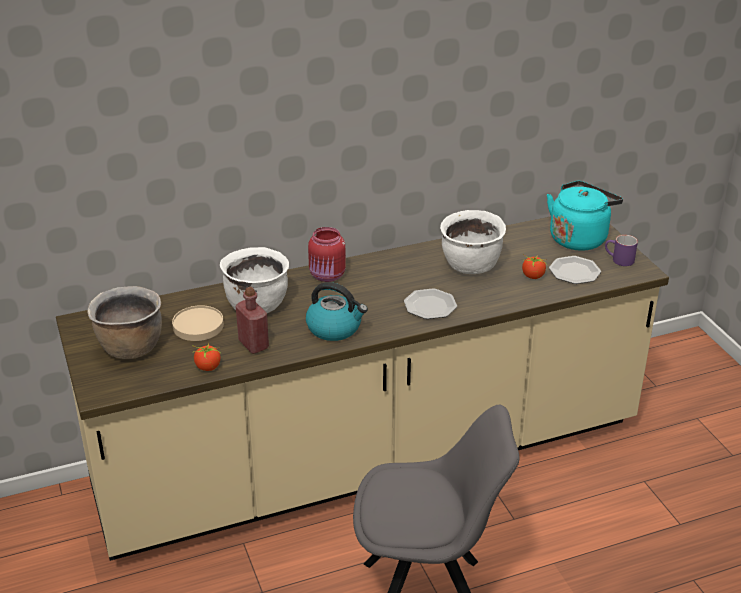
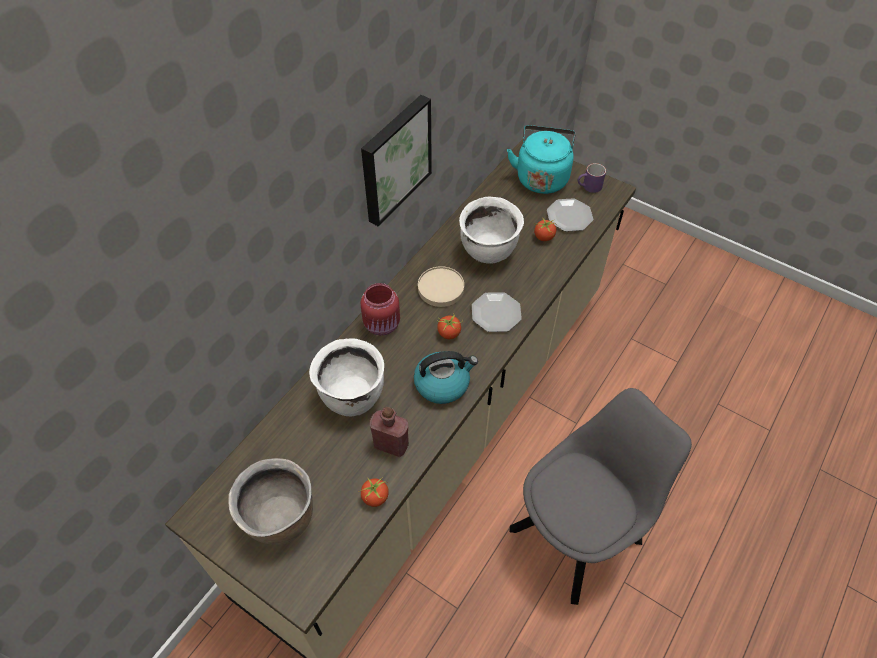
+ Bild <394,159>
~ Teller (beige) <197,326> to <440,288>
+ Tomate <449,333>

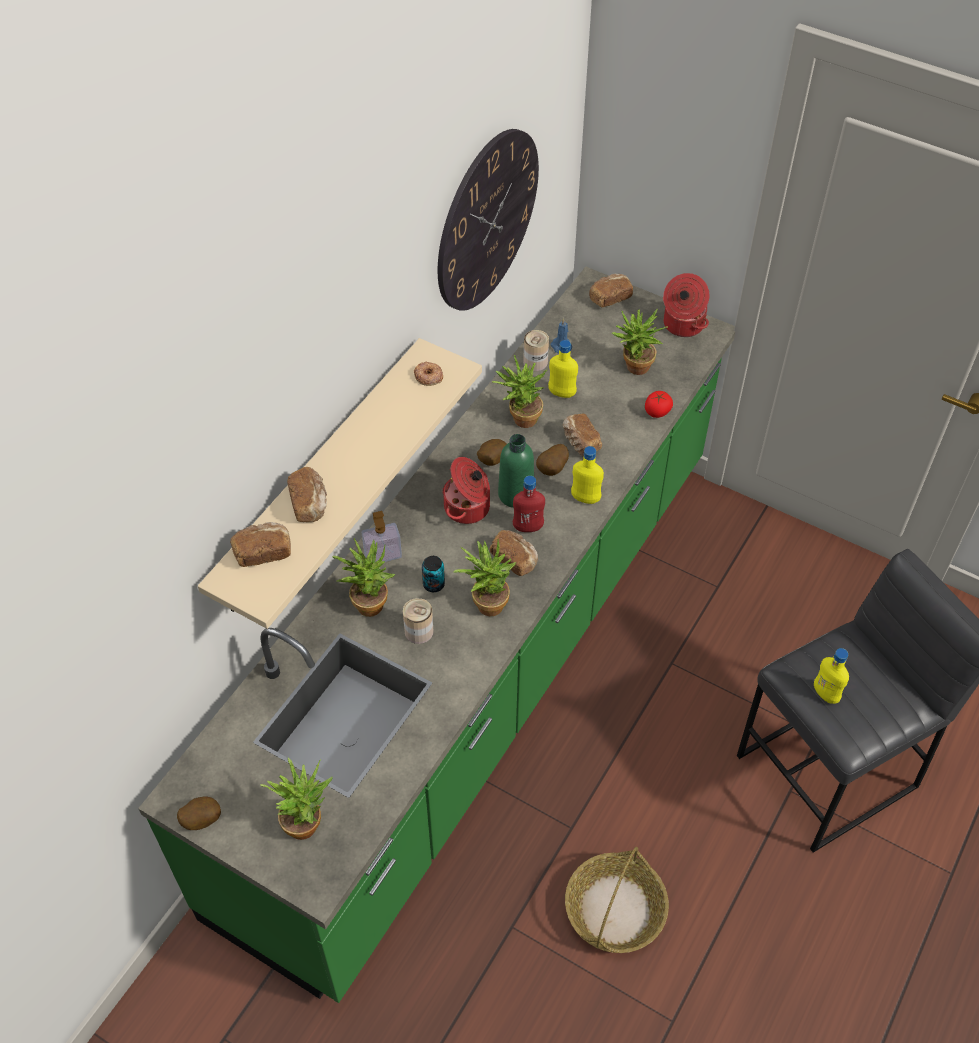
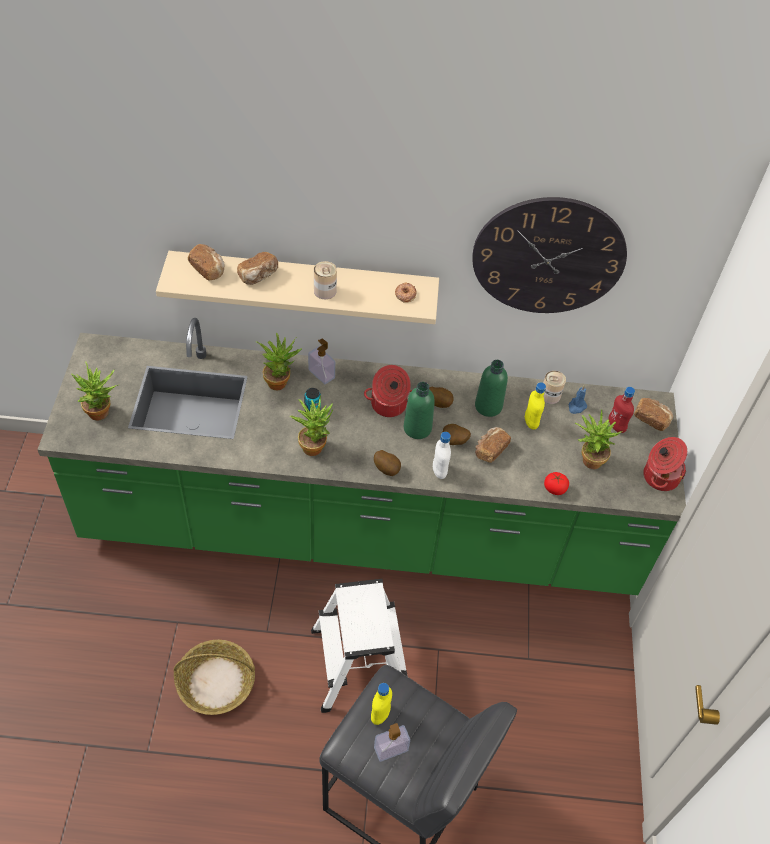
+ Trittleiter (weiß) <360,665>
~ Dose <419,631> to <325,291>
~ Kartoffel <201,819> to <387,469>
+ Seifenspender <391,749>
~ Flasche (gelb) <585,498> to Flasche (weiß) <439,471>
~ Topfpflanze <520,419> to Flasche (grün) <488,406>
~ Flasche (rot) <528,527> to <616,426>
- Brot <514,559>

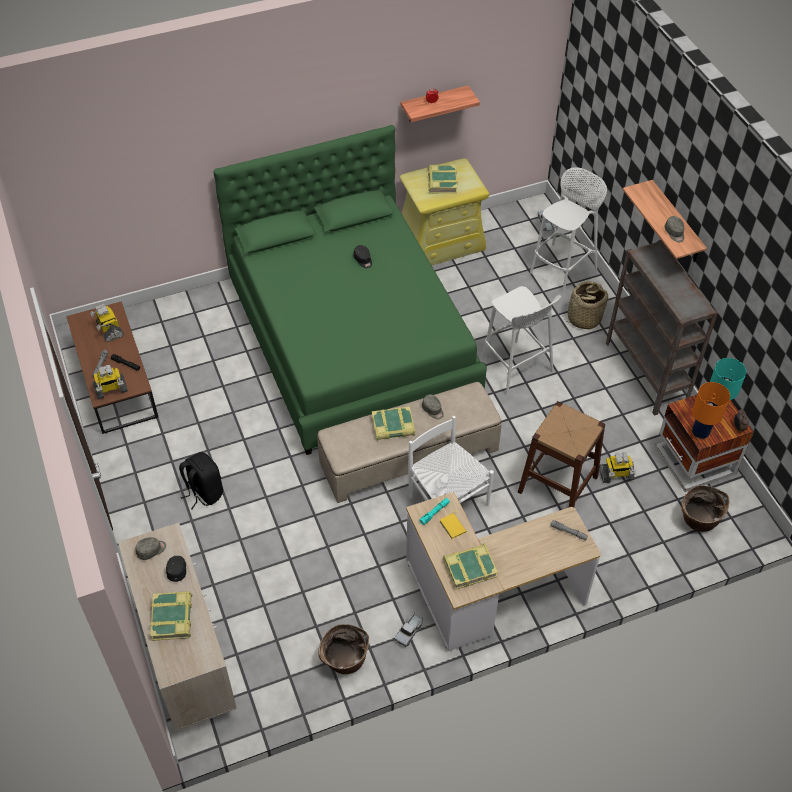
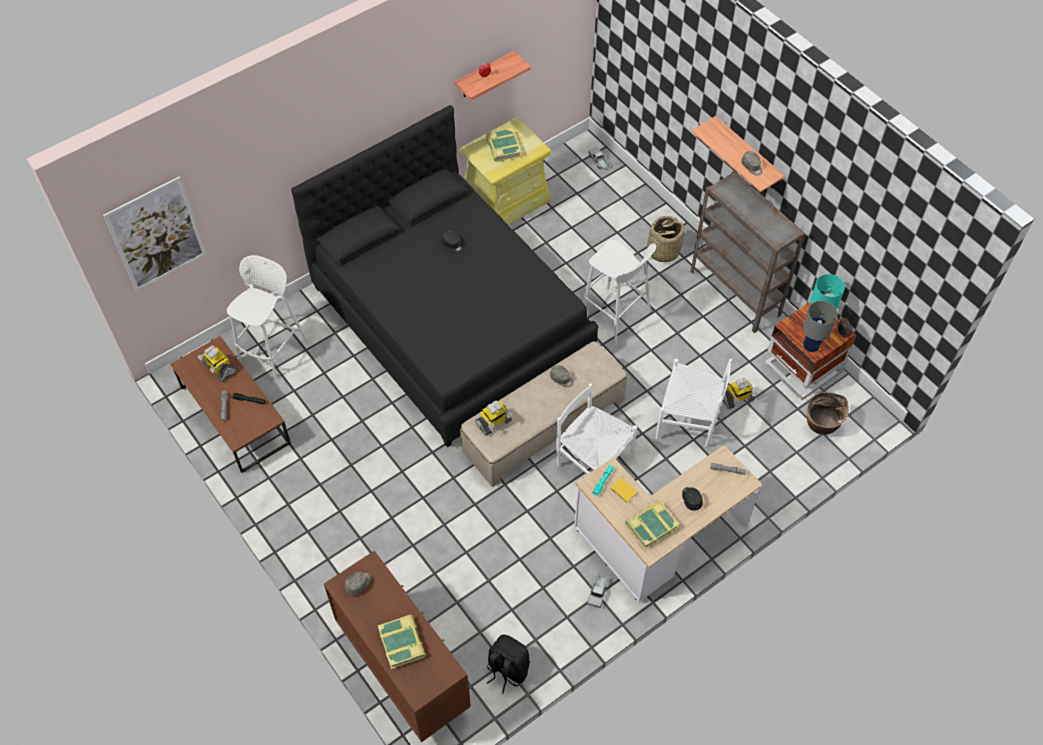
+ Bild <156,235>
~ Hocker (weiß) <562,268> to <272,349>
~ Bett (grün) <352,339> to Bett (schwarz) <451,320>
~ Kommode (weiß) <188,659> to Kommode (braun) <403,671>
~ Spielzeugroboter <111,390> to <493,423>
~ Rucksack (schwarz) <203,492> to <507,670>
~ Hocker (braun) <558,484> to Stuhl (weiß) <688,420>
~ Kappe (schwarz) <177,569> to <691,499>
~ Tischlampe (orange) <700,433> to Tischlampe (grau) <810,347>
- Korb <344,661>
- Buch <393,427>

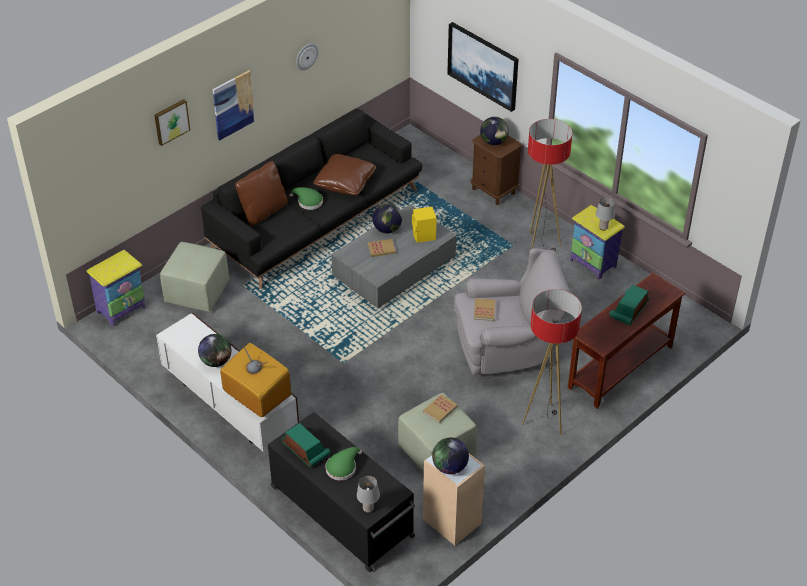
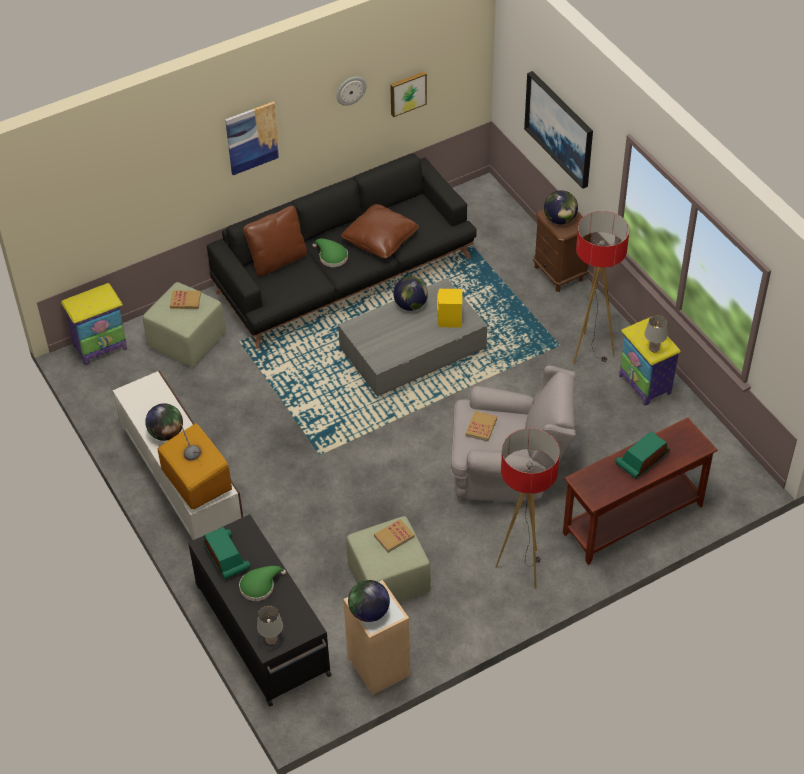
~ Buch <381,249> to <185,301>
~ Bild <171,121> to <407,93>

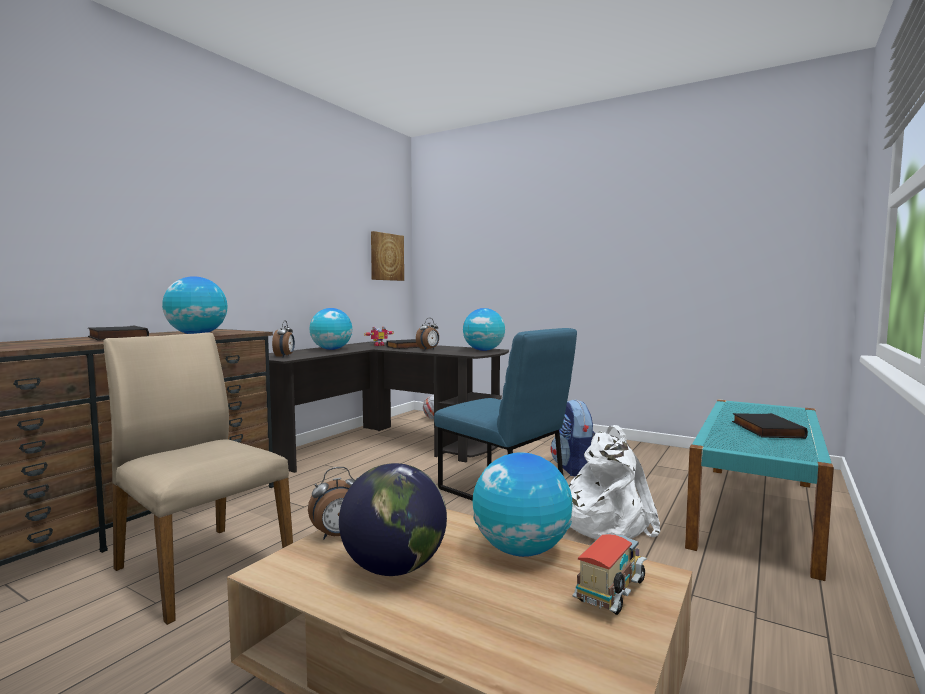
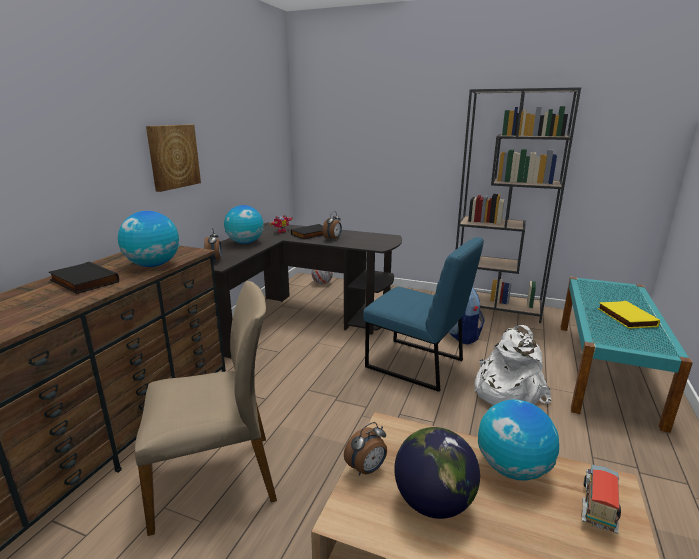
~ Stuhl (beige) <200,567> = <216,478> 135 degrees clockwise
~ Bild <386,257> to <173,156>
+ Bücherregal <496,308>
~ Buch (schwarz) <765,429> to Buch (gelb) <625,317>
- Globus <483,350>

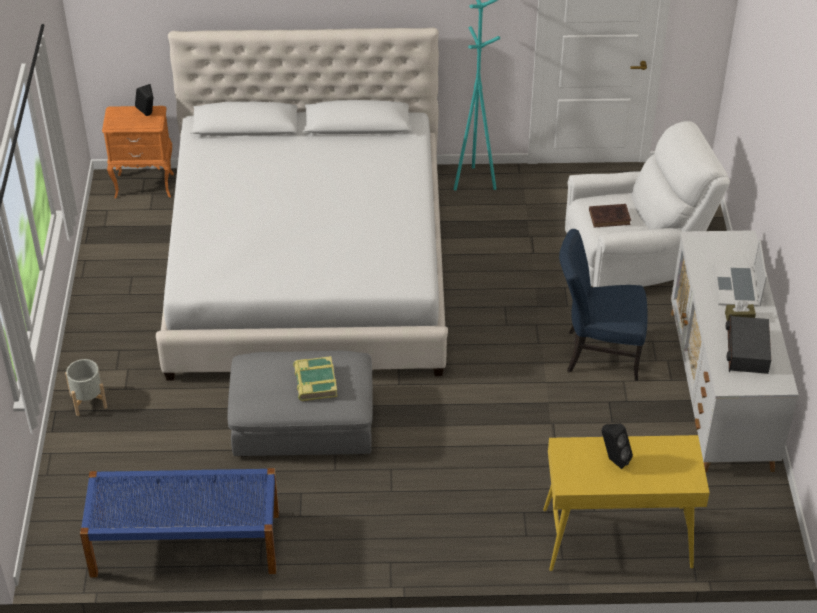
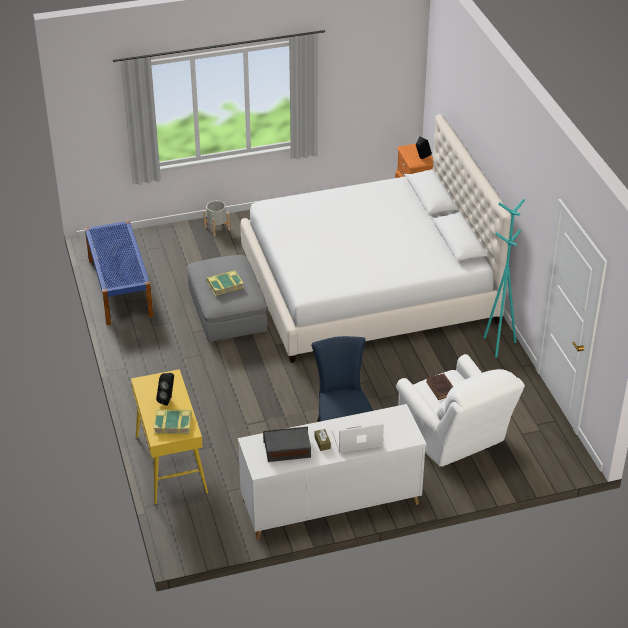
+ Buch <173,423>

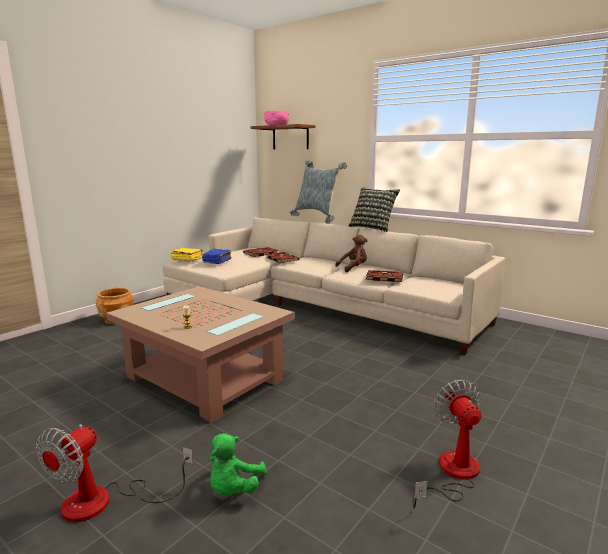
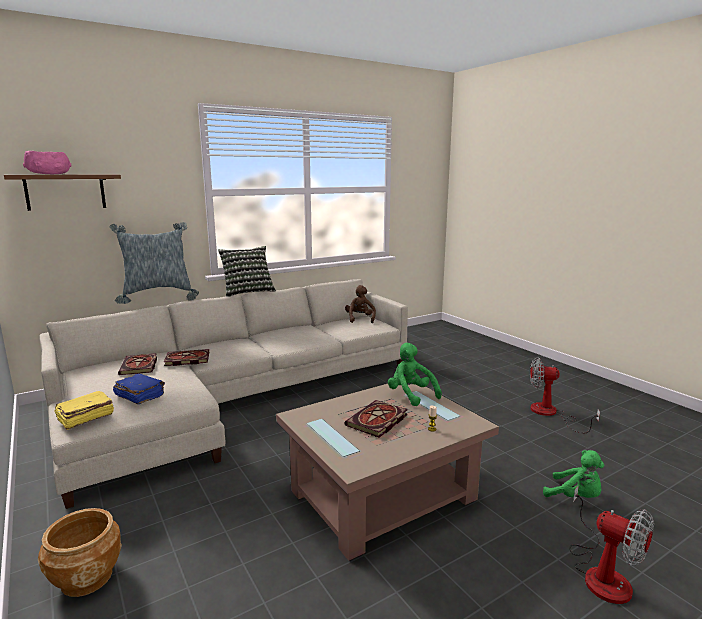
~ Plüschtier (braun) <353,268> to <360,319>
~ Buch <383,278> to <377,421>
+ Plüschtier (grün) <411,395>

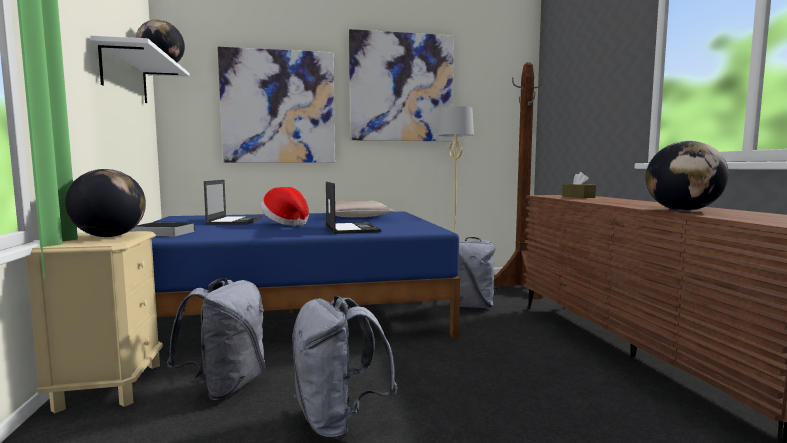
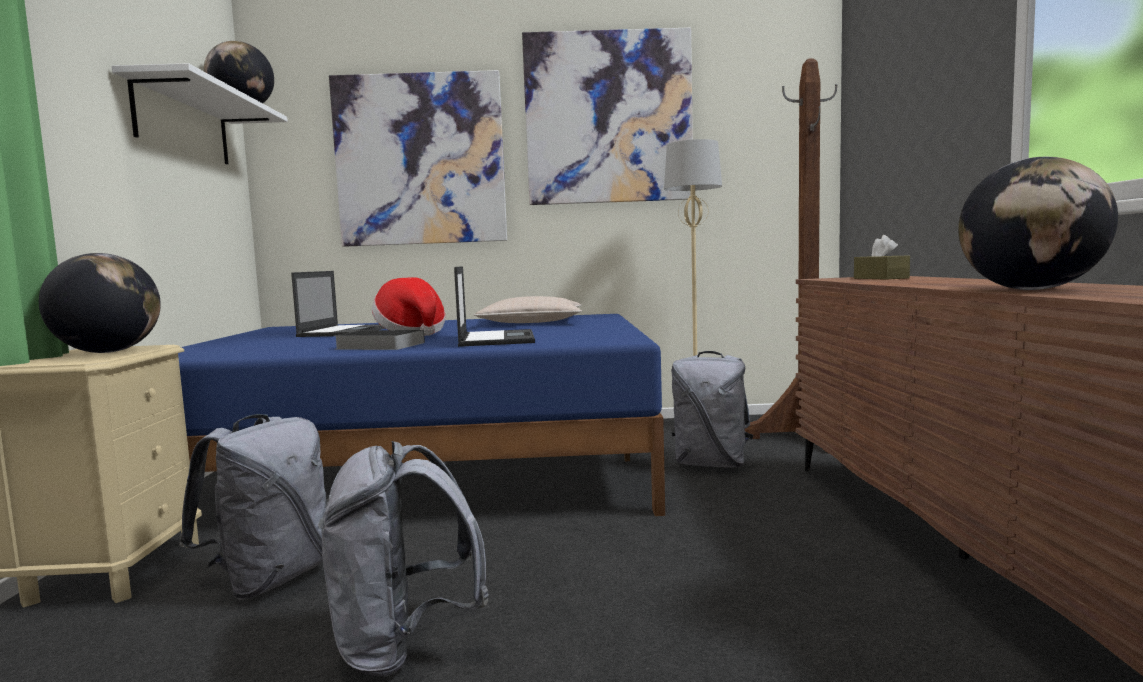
~ Buch <161,233> to <377,346>

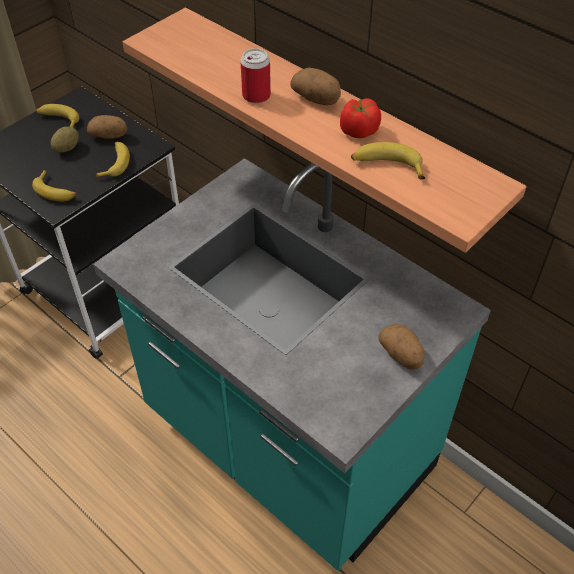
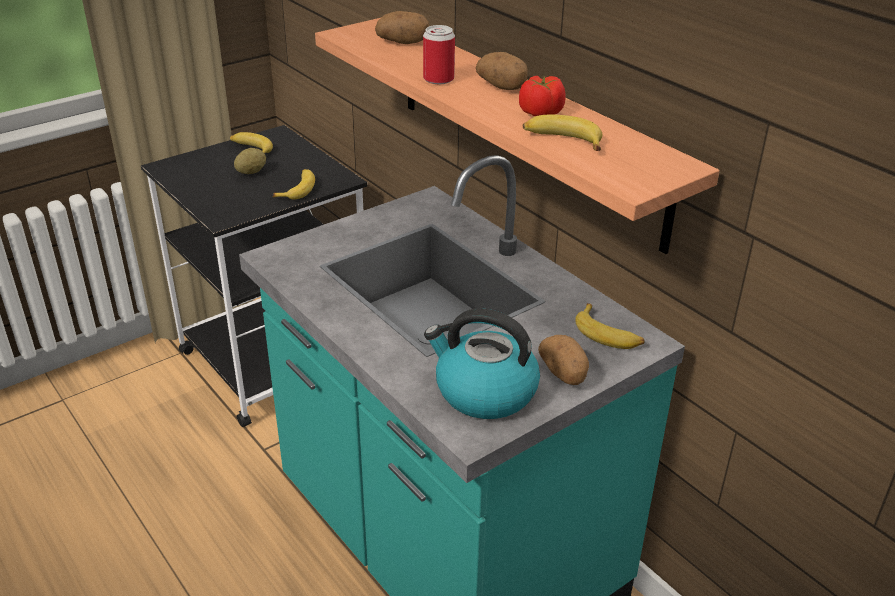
~ Kartoffel <109,136> to <403,42>
+ Wasserkessel <484,392>
~ Banane <56,191> to <608,334>

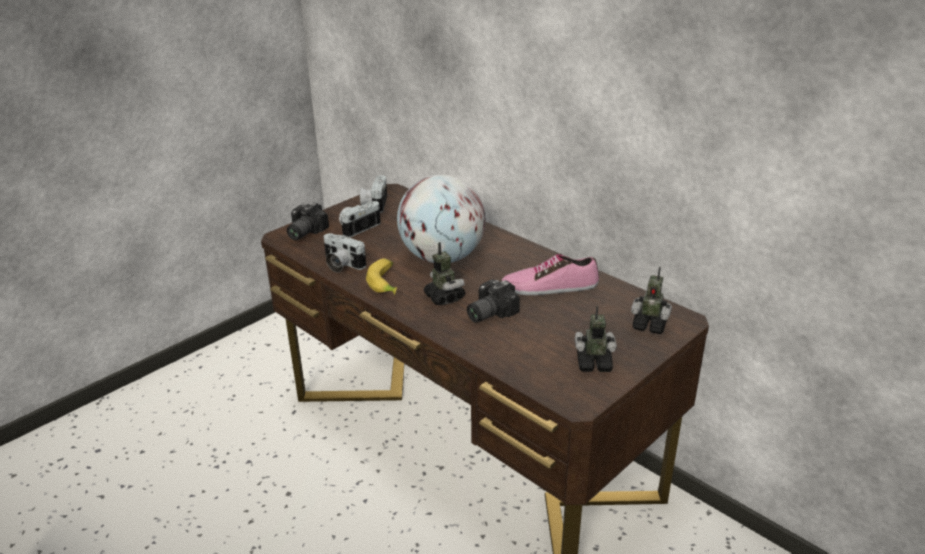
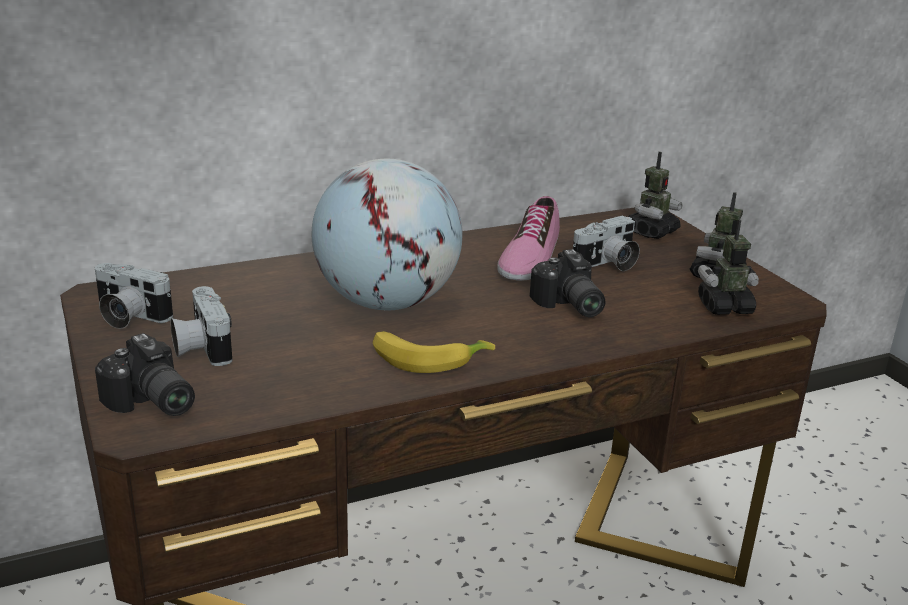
~ Kamera <341,265> to <607,264>
~ Spielzeugroboter <444,297> to <724,307>

